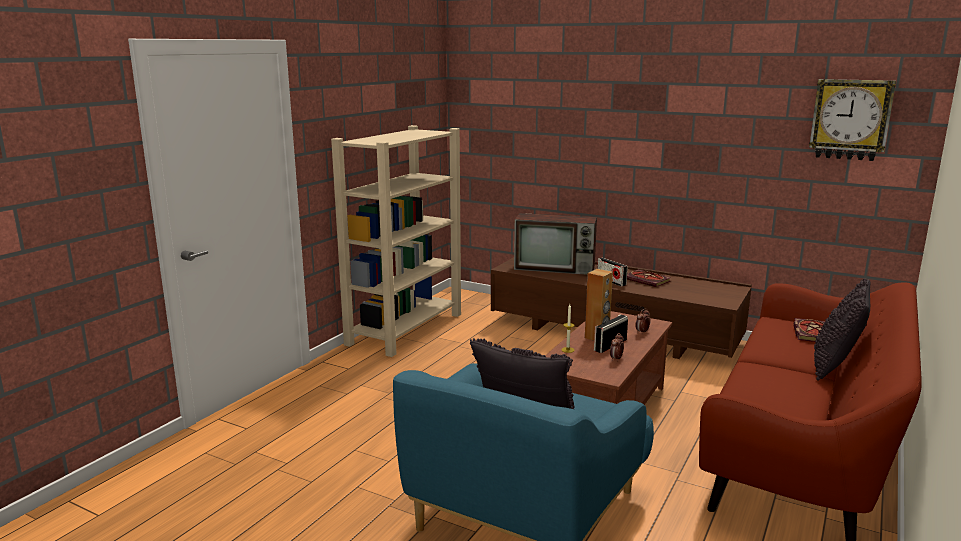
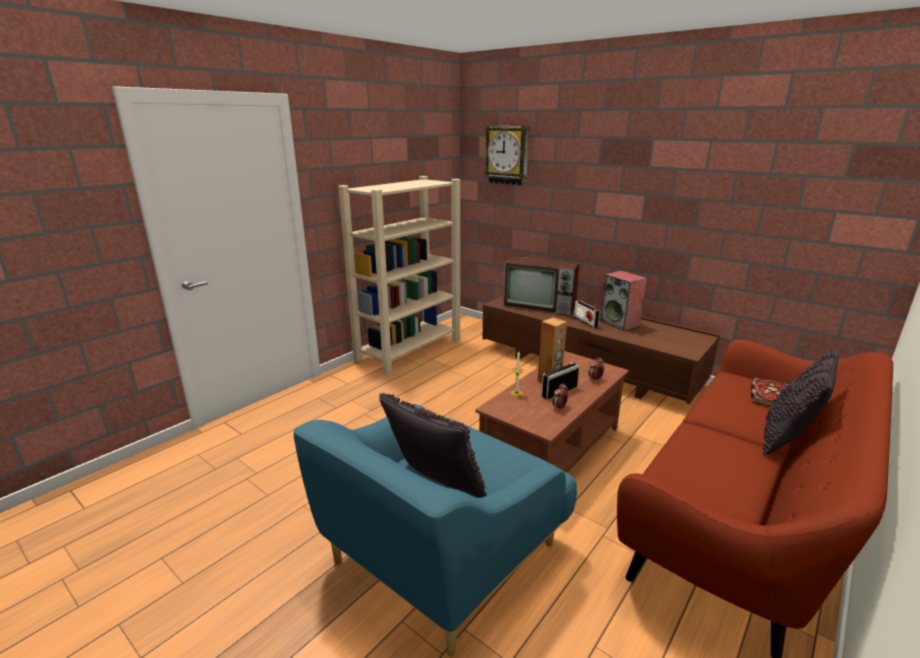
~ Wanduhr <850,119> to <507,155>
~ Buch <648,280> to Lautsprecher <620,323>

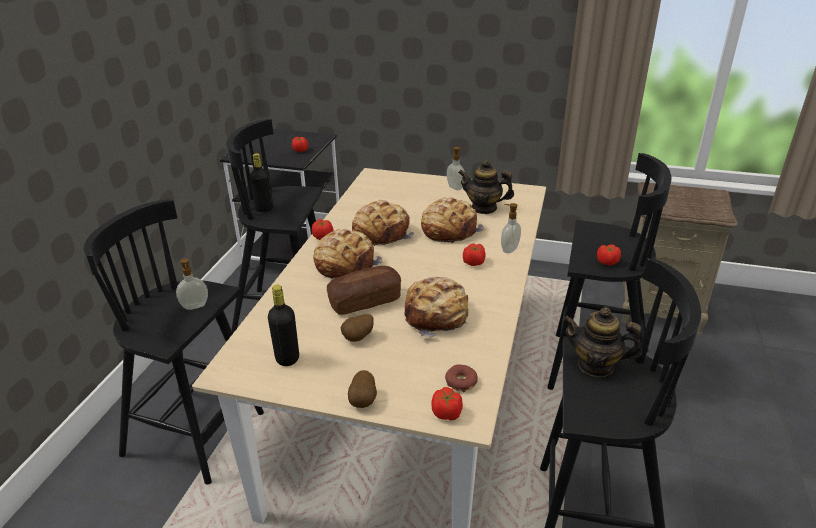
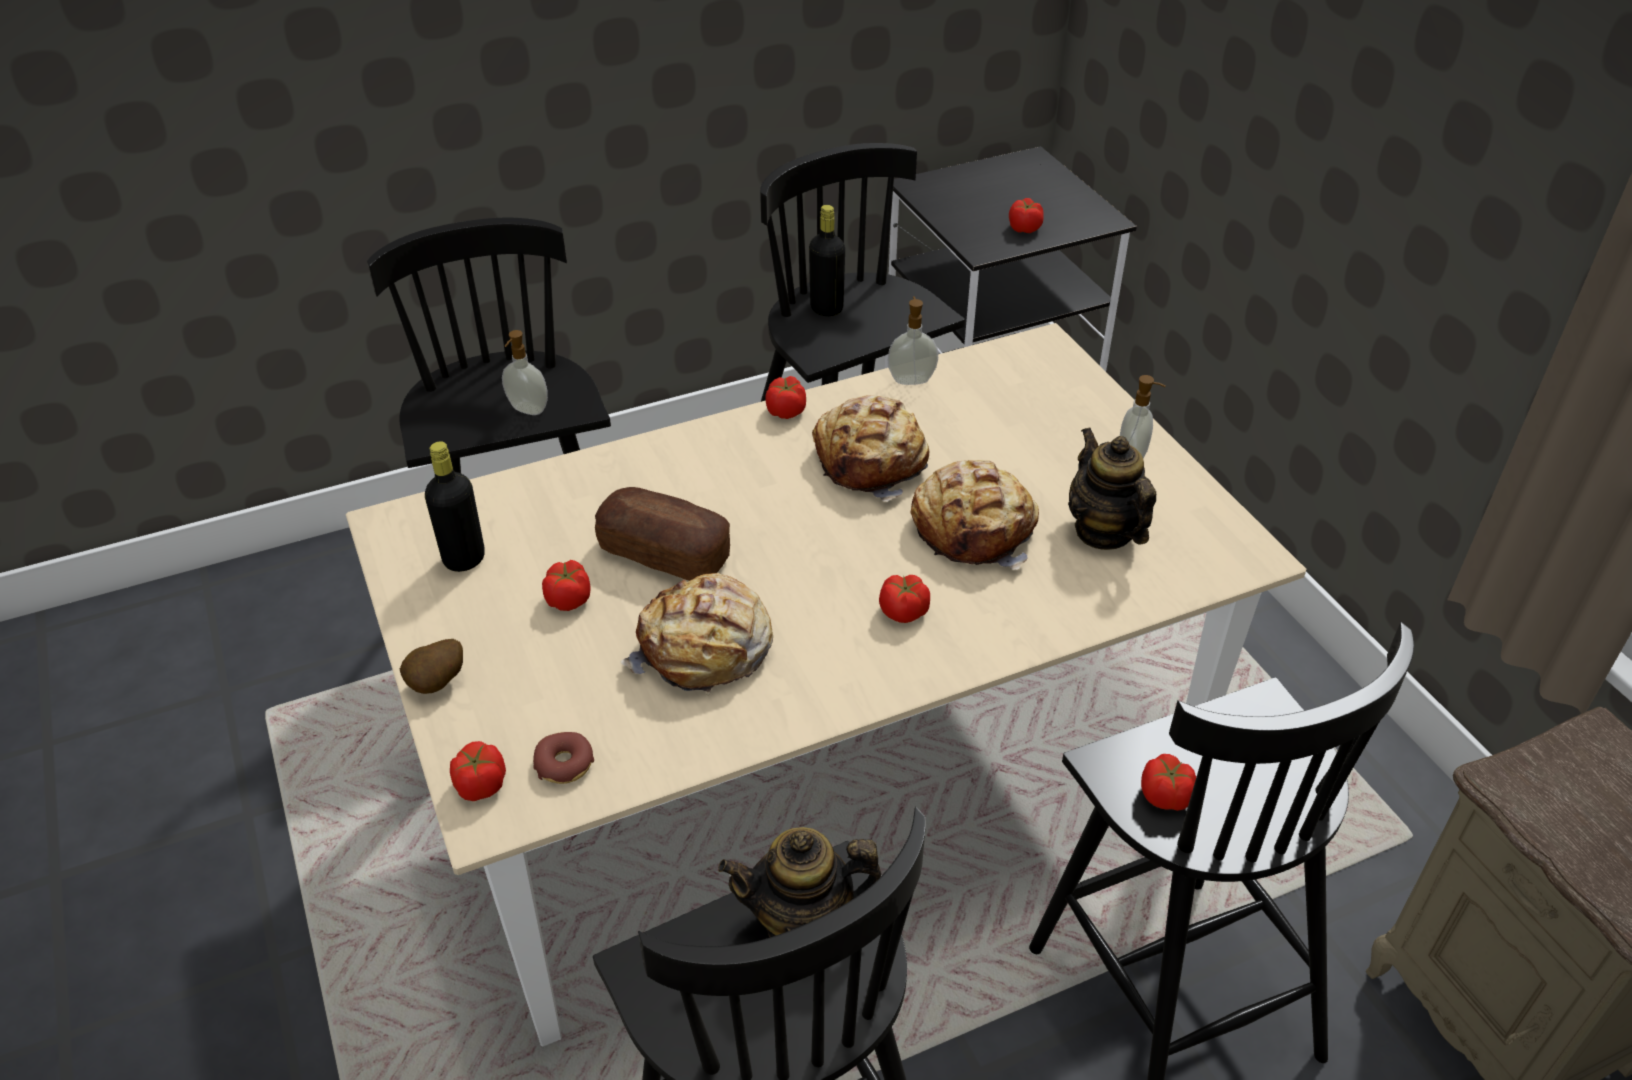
~ Kartoffel <358,338> to Tomate <569,599>
~ Teekanne <596,365> = <803,923> 75 degrees counterclockwise
~ Seifenspender <509,249> to <911,379>
- Brot <345,263>

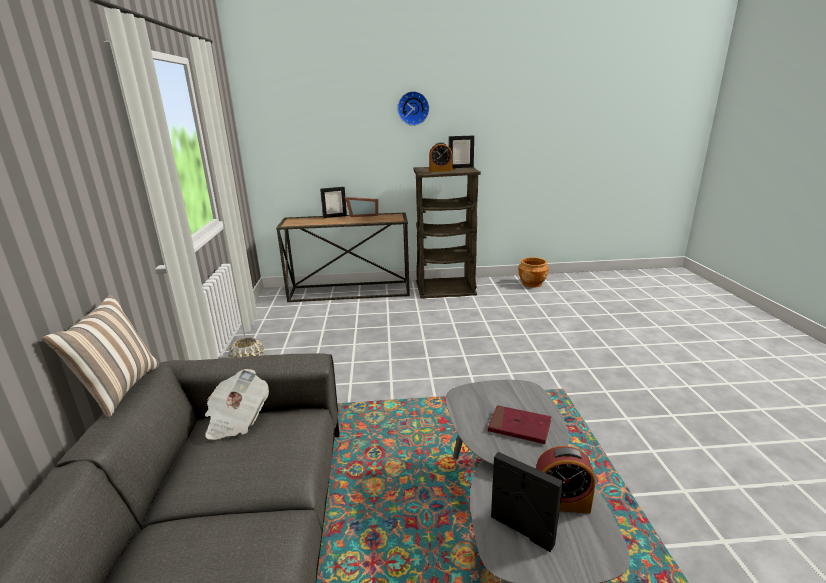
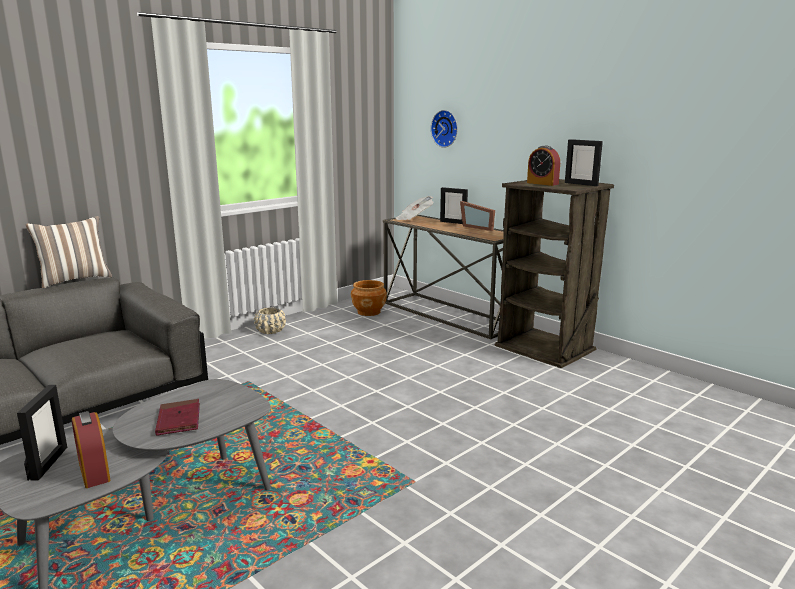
~ Pflanzkübel (braun) <532,283> to <369,312>
~ Zeitung <237,419> to <414,218>
~ Wanduhr <413,108> to <446,128>

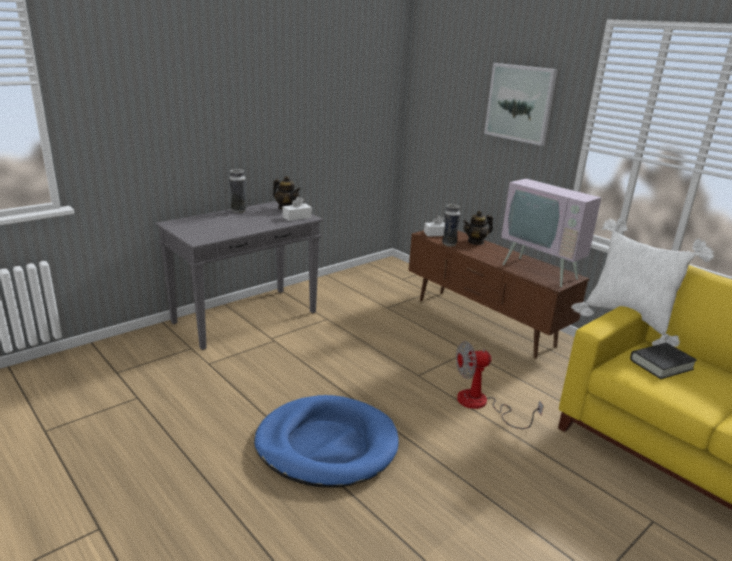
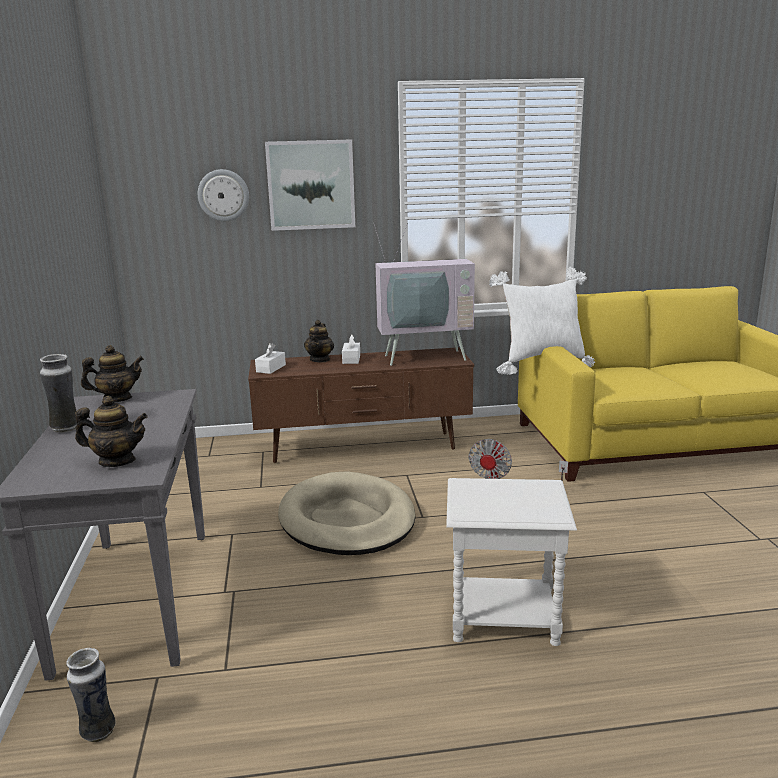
~ Vase <449,244> to <97,731>
+ Teekanne <117,461>
+ Wanduhr <223,195>
+ Hundebett (beige) <347,520>
~ Taschentuchbox (weiß) <297,217> to <351,359>
~ Hundebett (blau) <327,445> to Beistelltisch (weiß) <504,618>
- Buch (schwarz) <661,364>

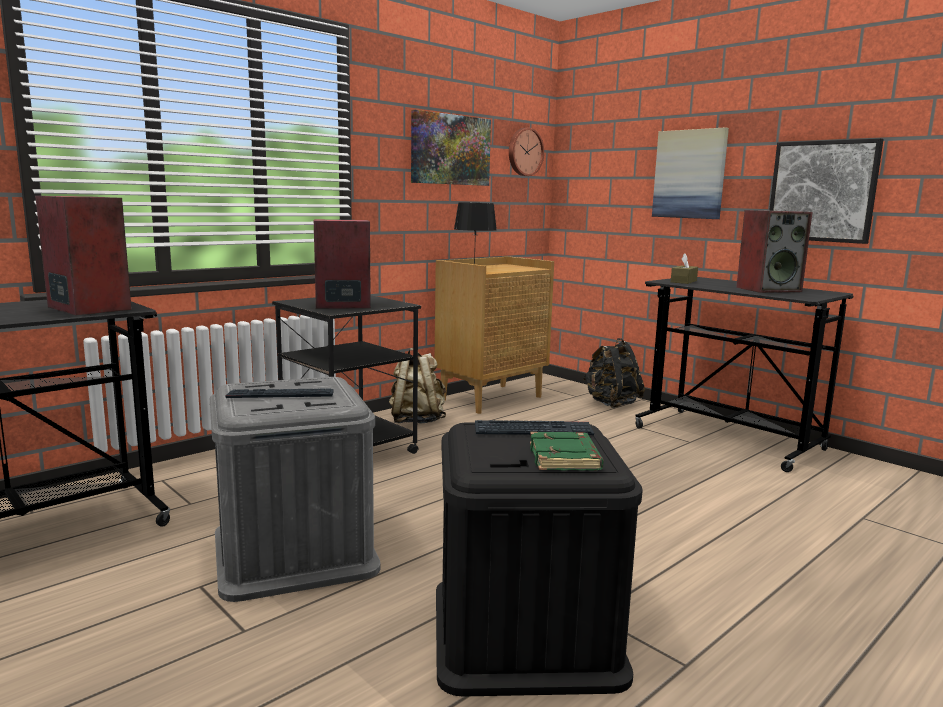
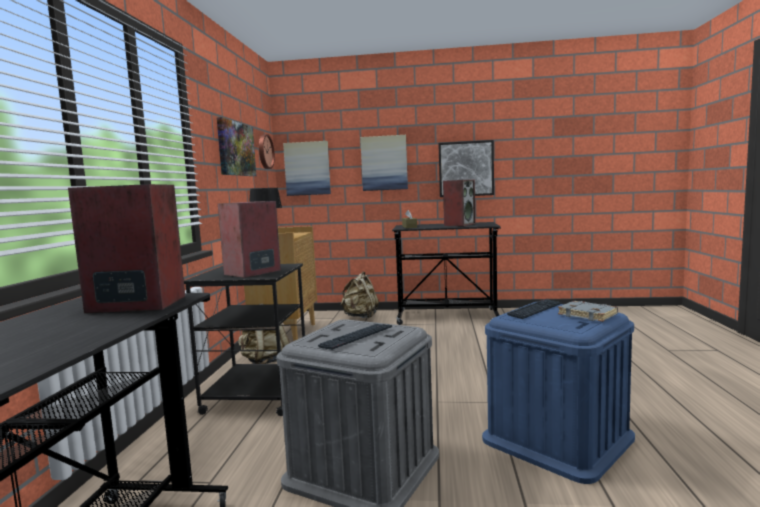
+ Bild <307,168>
~ Rucksack (schwarz) <611,404> to Rucksack (beige) <360,317>
~ Aufbewahrungsbox (schwarz) <525,632> to Aufbewahrungsbox (blau) <557,438>
~ Buch (grün) <565,458> to Buch (grau) <588,315>

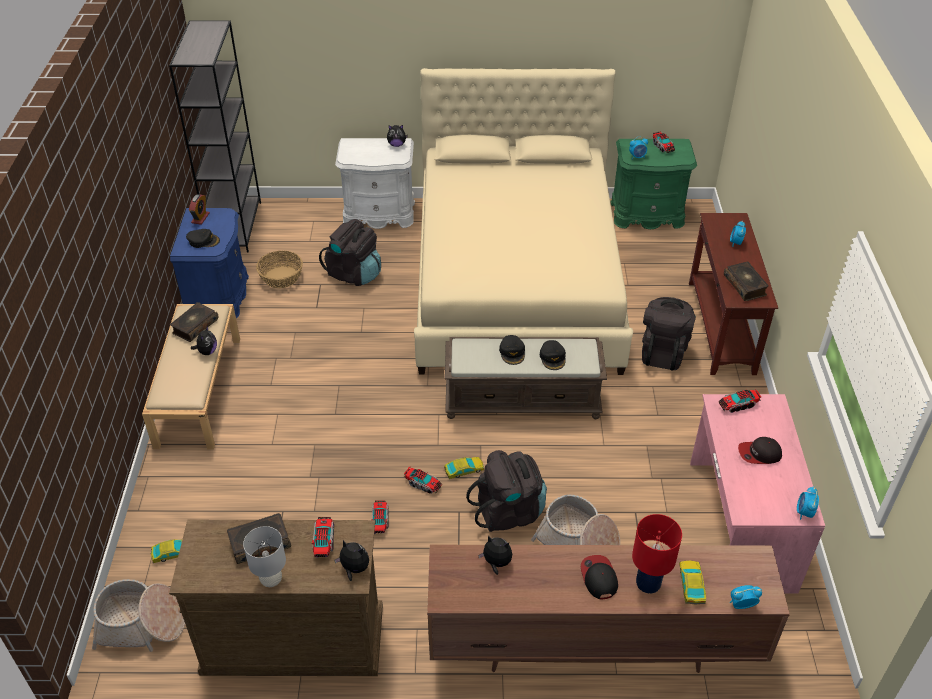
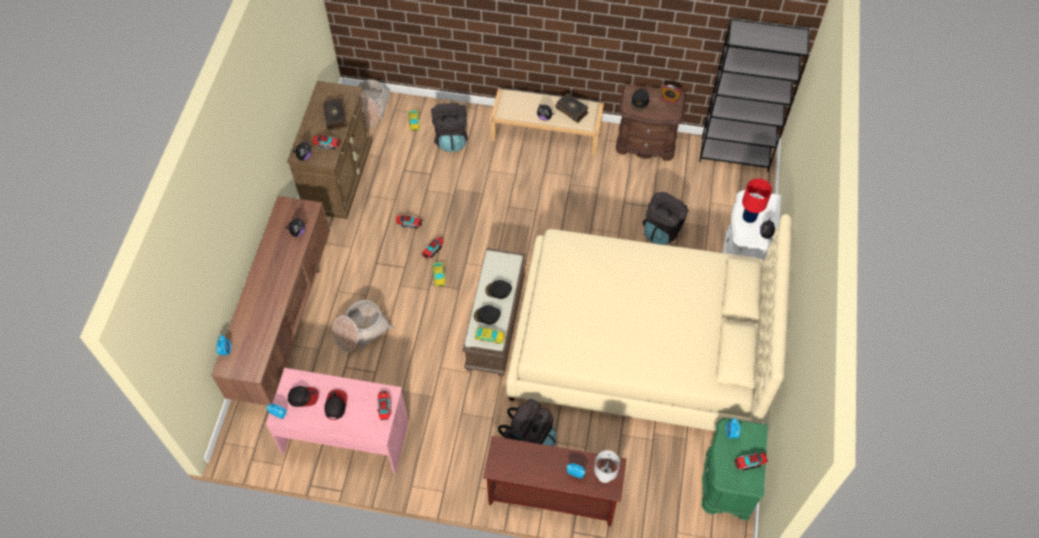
~ Kappe <598,578> to <303,397>
~ Rucksack (schwarz) <509,512> to <451,138>
~ Spielzeugauto <691,584> to <489,337>
~ Tischlampe (grau) <271,581> to <603,476>
~ Nachttisch (blau) <220,296> to Nachttisch (braun) <646,144>
~ Tischlampe (rot) <647,584> to <749,218>
- Korb <281,277>
- Buch <745,285>

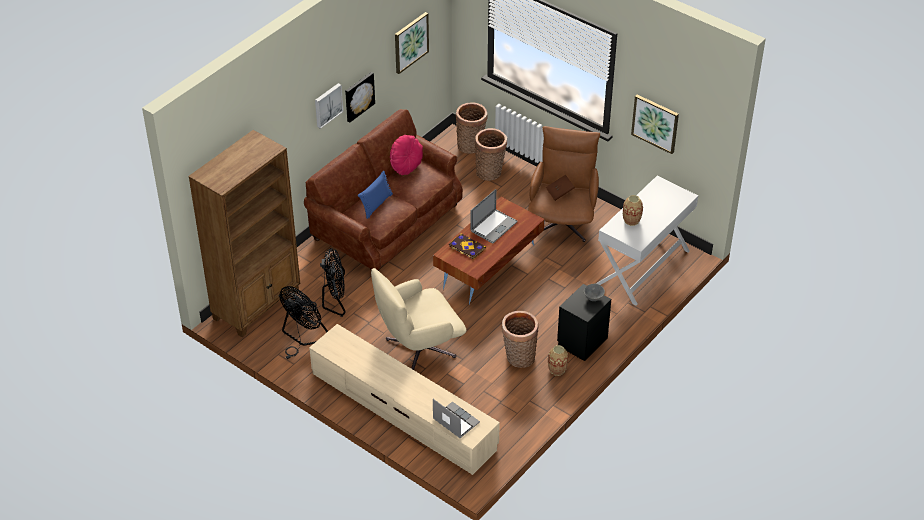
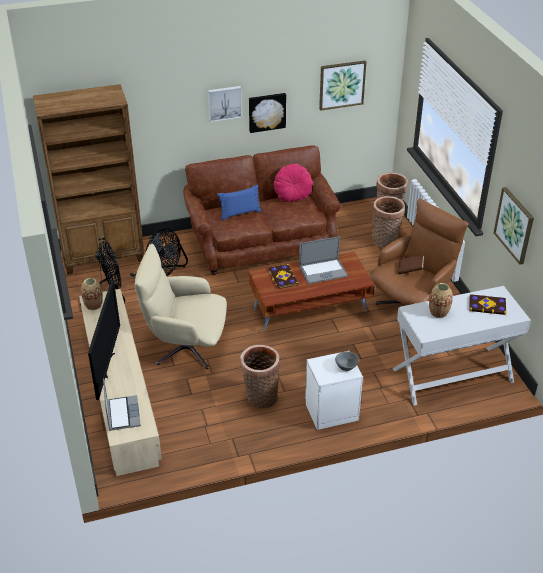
~ Vase <557,370> to <93,305>
+ Fernseher <107,365>
~ Nachttisch (schwarz) <581,342> to Nachttisch (weiß) <330,411>
+ Buch <487,305>

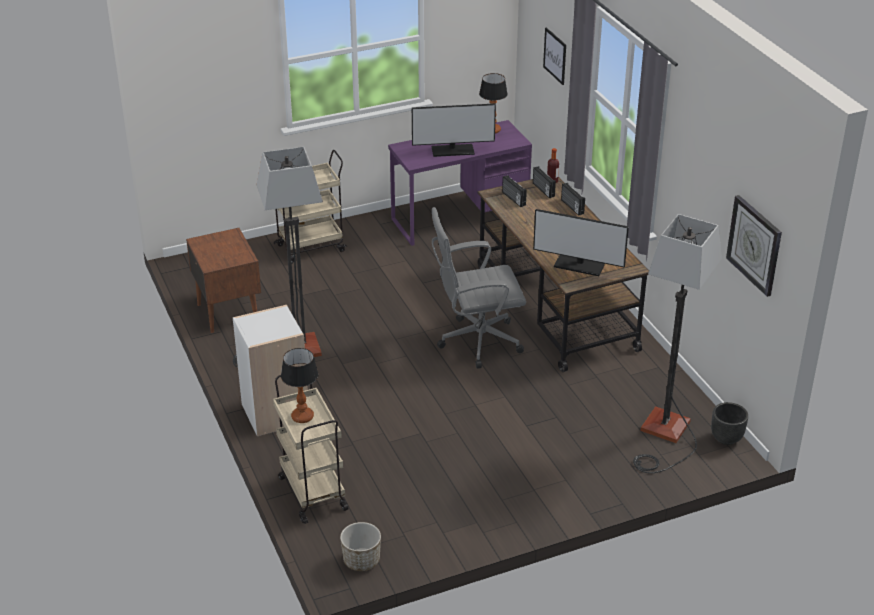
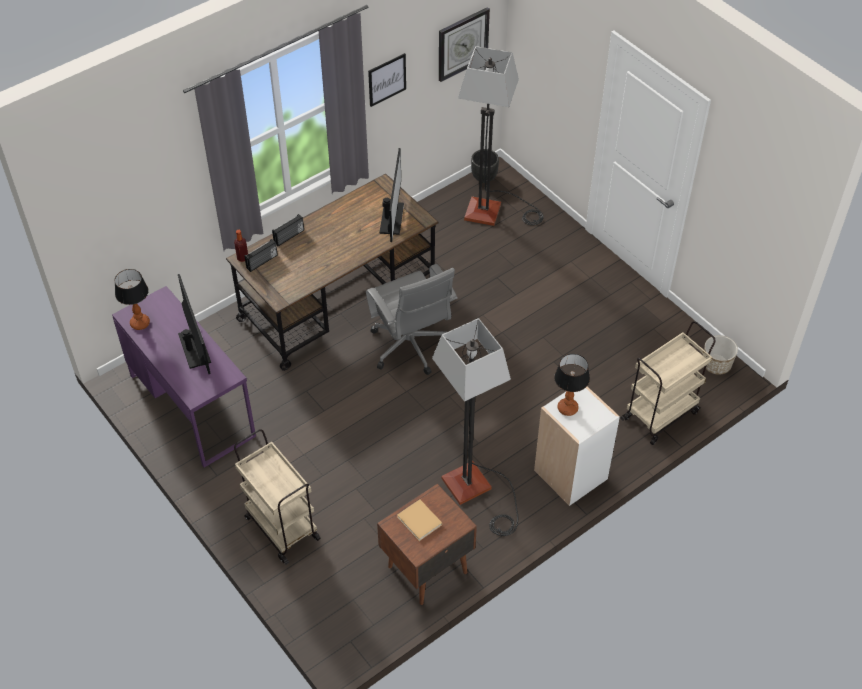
~ Bild <555,56> to <387,79>
+ Buch (beige) <420,522>
~ Tischlampe <302,417> to <568,408>
- Radio <513,199>

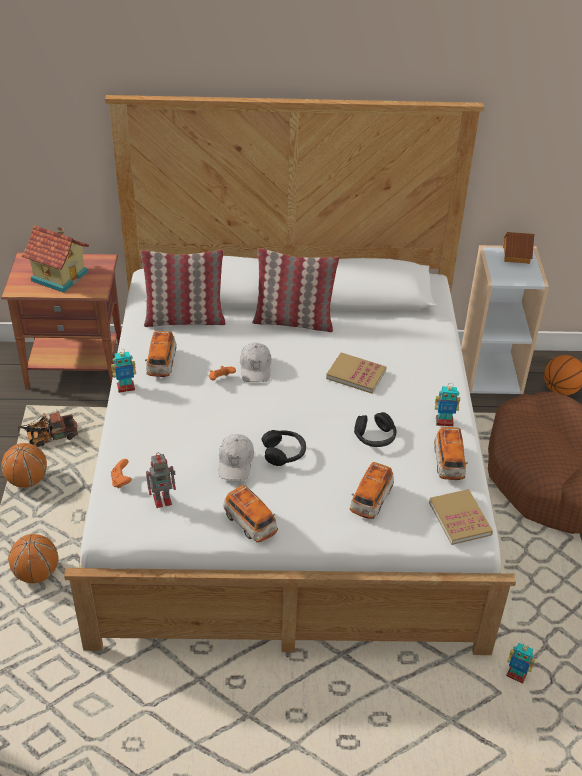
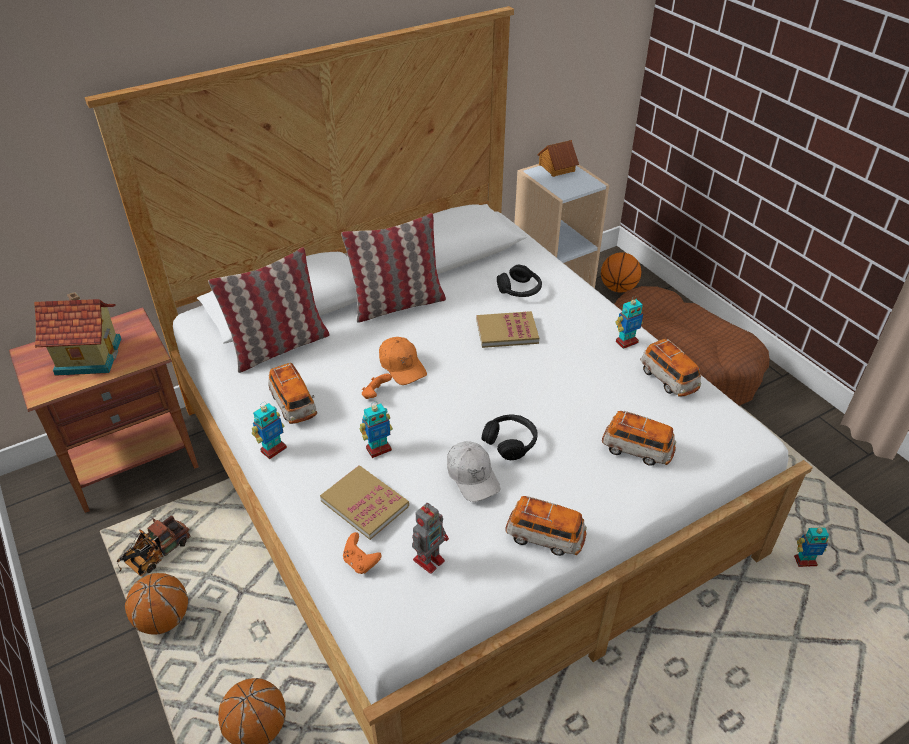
~ Buch <460,518> to <365,503>
+ Spielzeugroboter <378,449>
~ Kappe (weiß) <256,368> to Kappe (orange) <402,366>
~ Kopfhörer (schwarz) <375,437> to <520,290>
~ Spielzeugauto <371,500> = <637,450> 60 degrees counterclockwise

